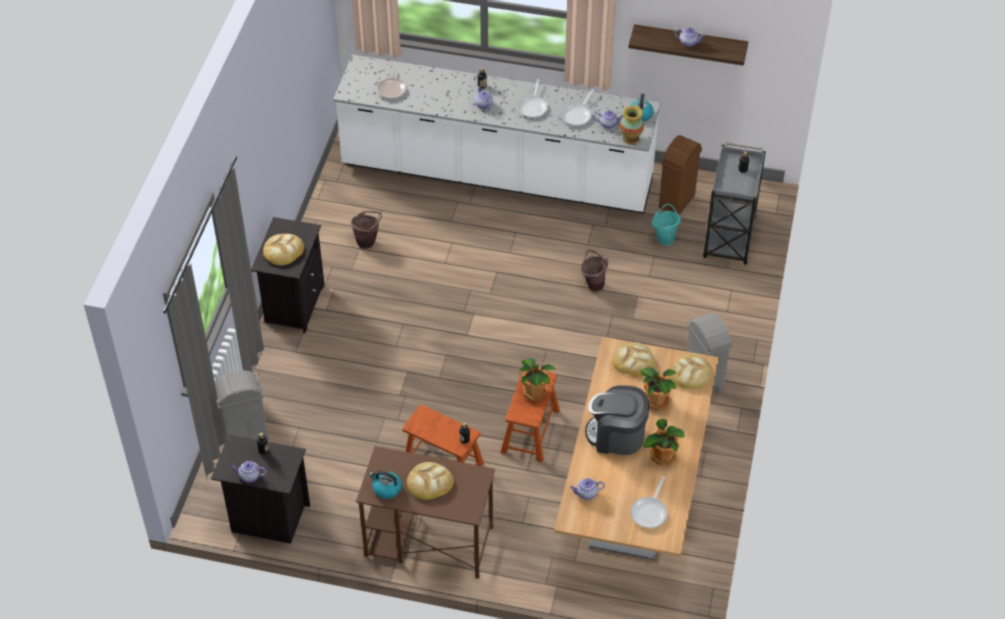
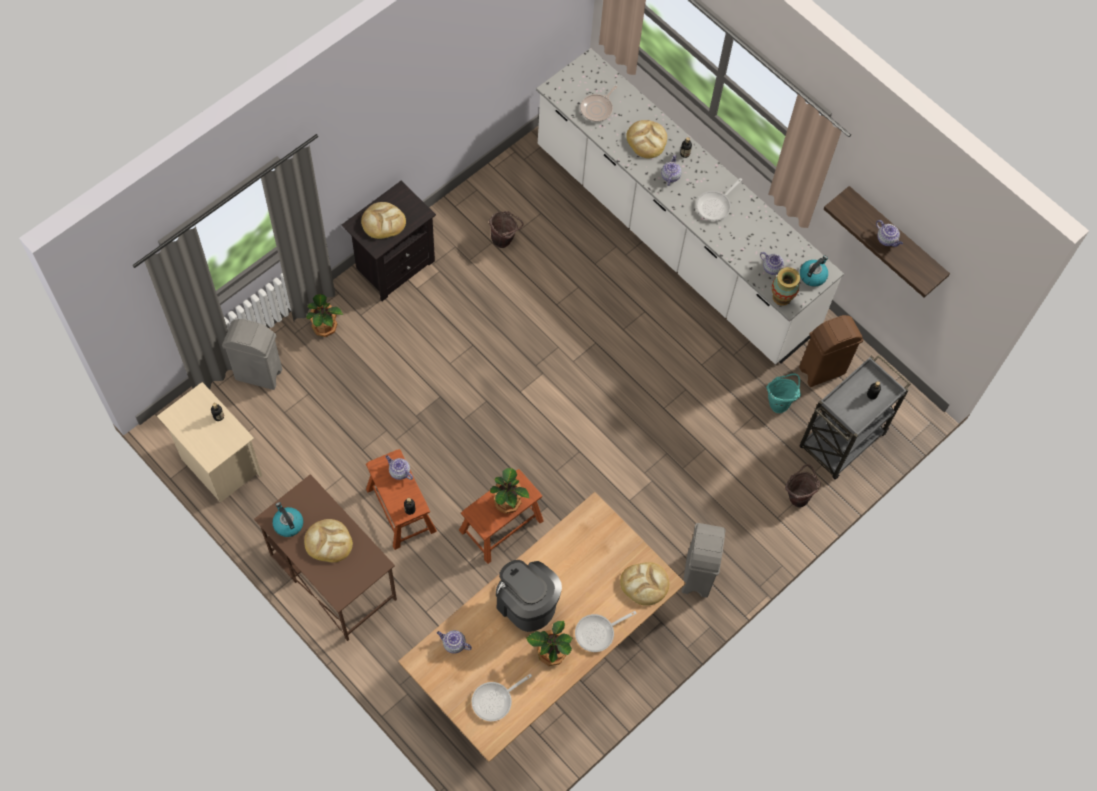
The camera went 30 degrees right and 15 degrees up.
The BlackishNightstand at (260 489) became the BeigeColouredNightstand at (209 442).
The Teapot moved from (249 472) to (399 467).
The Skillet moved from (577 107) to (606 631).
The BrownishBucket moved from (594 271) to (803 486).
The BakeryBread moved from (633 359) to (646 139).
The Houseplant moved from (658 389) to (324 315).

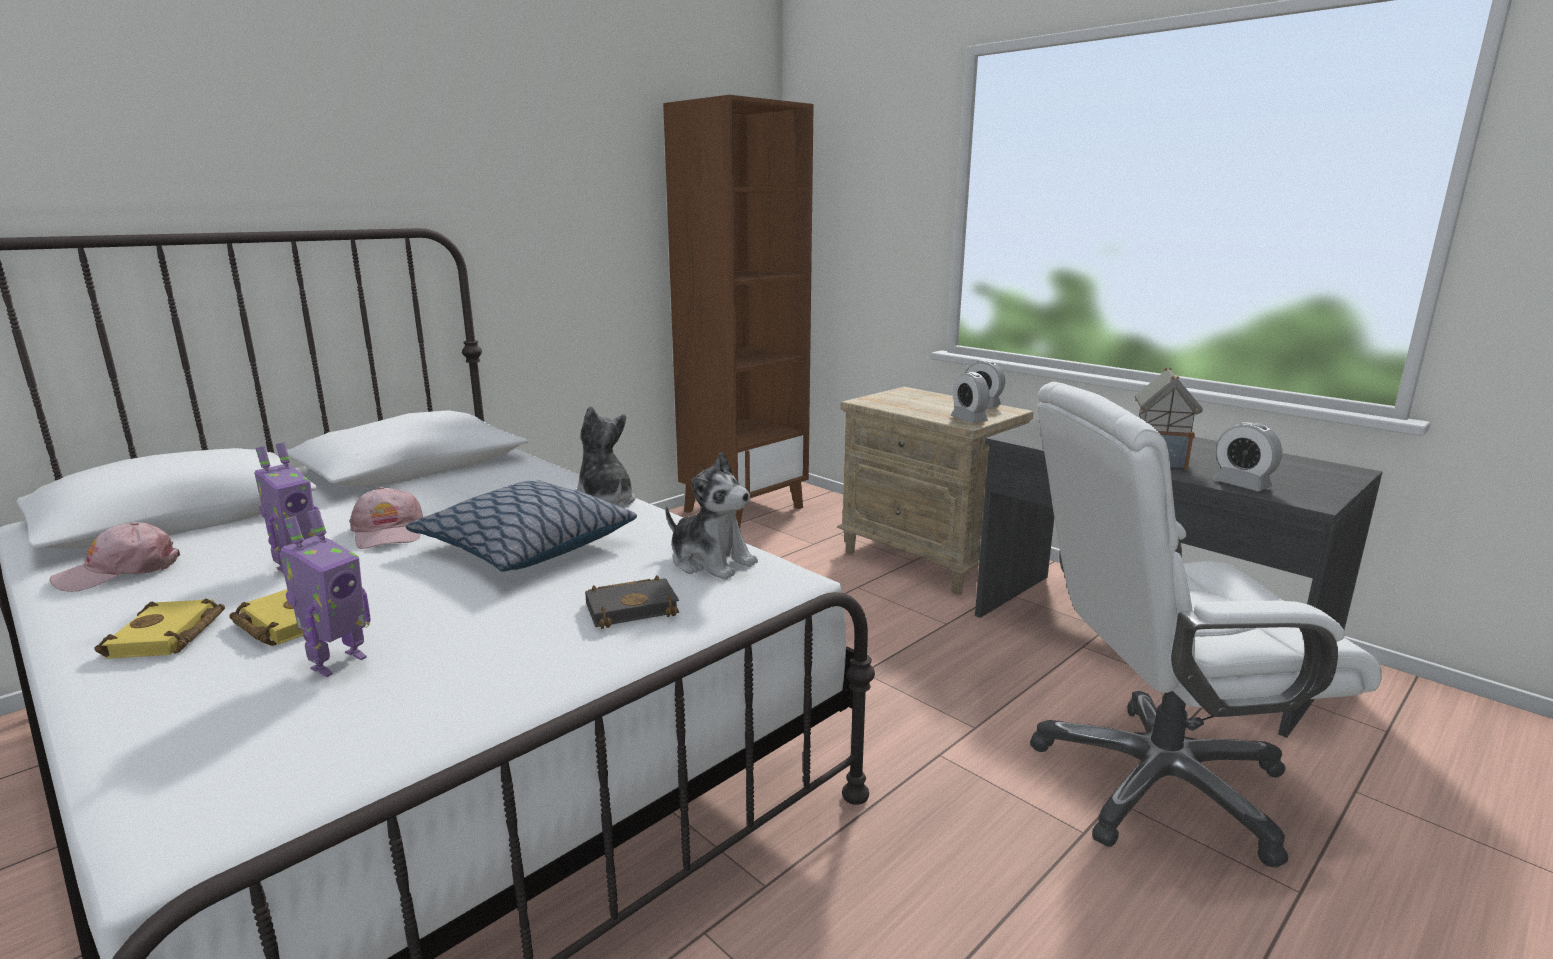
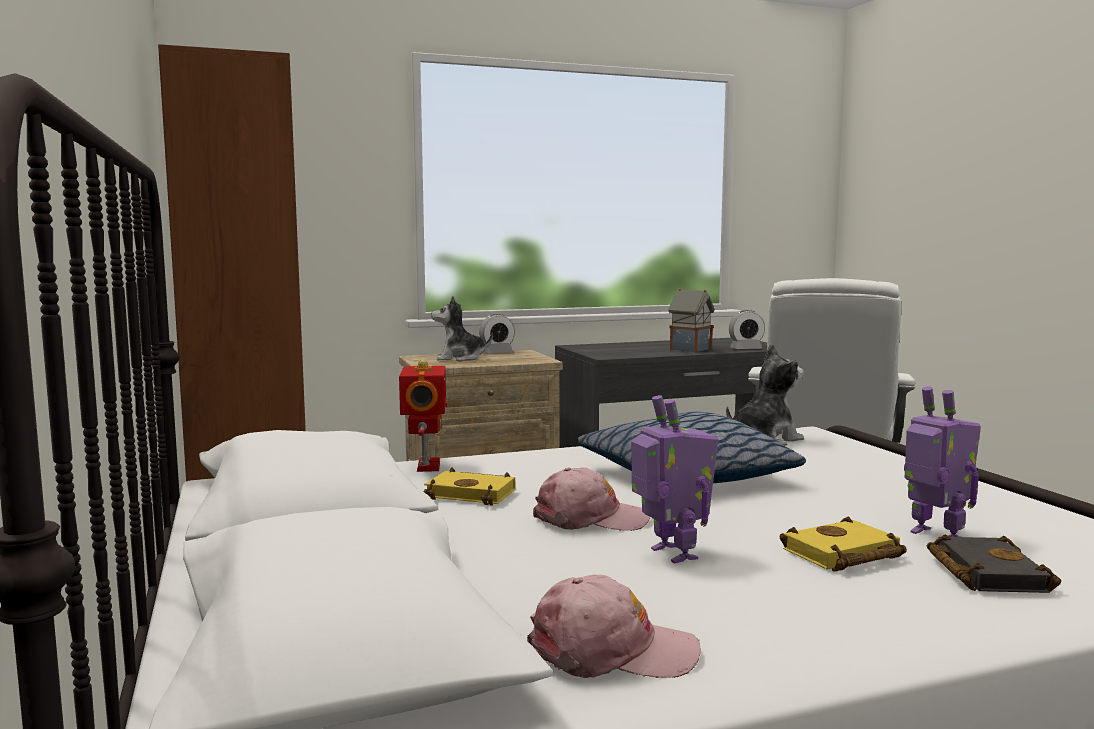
The camera went 65 degrees left and 10 degrees down.
The PinkPeakedCap at (114 557) turned 75 degrees counterclockwise.
The YellowishVolume moved from (159 629) to (469 486).
The SoftToy moved from (605 455) to (462 328).
The BlackishVolume moved from (632 602) to (994 564).
The TableClock at (970 397) disappeared.
The RobotFigure at (423 415) appeared.

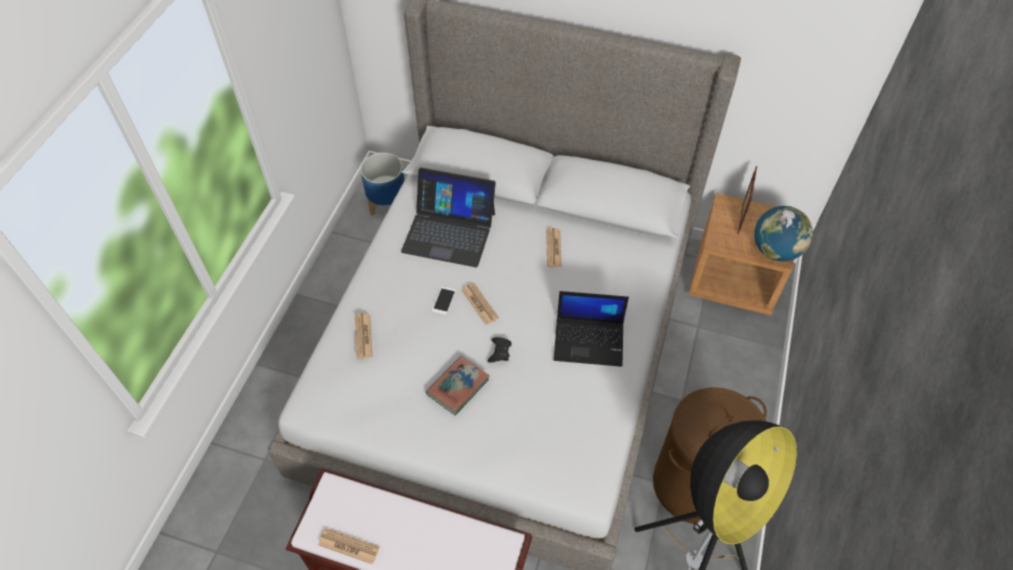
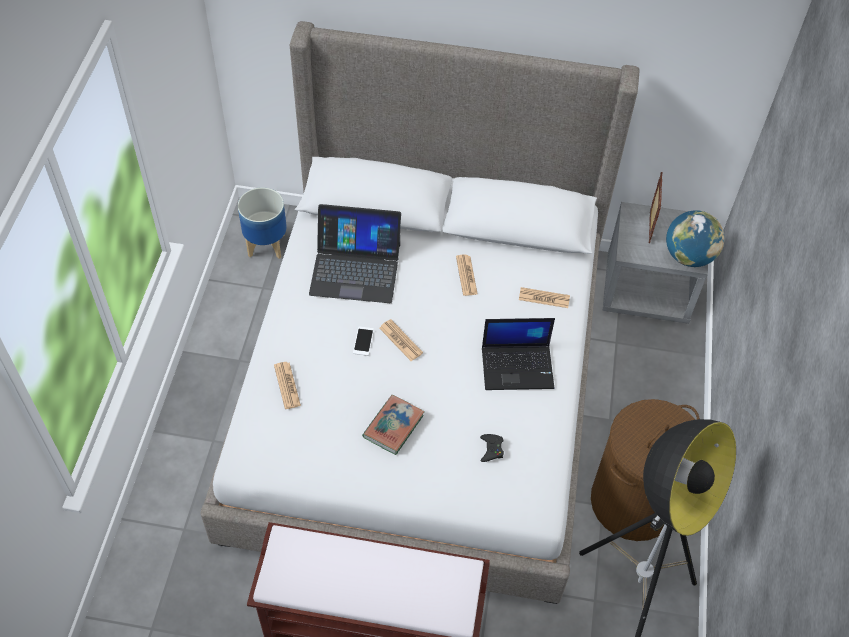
The camera went 10 degrees left and 0 degrees up.
The DailyPaper moved from (349 546) to (544 297).
The BlackishGamepad moved from (499 349) to (492 448).
The BrownishNightstand at (741 254) became the GreyishNightstand at (655 263).

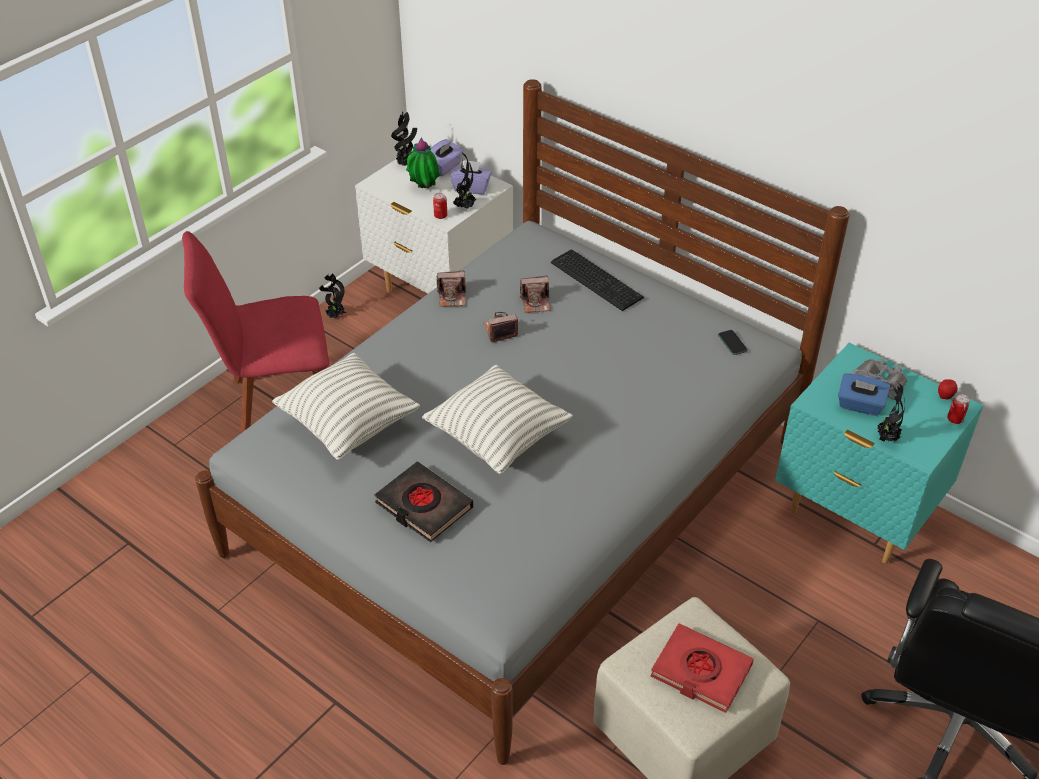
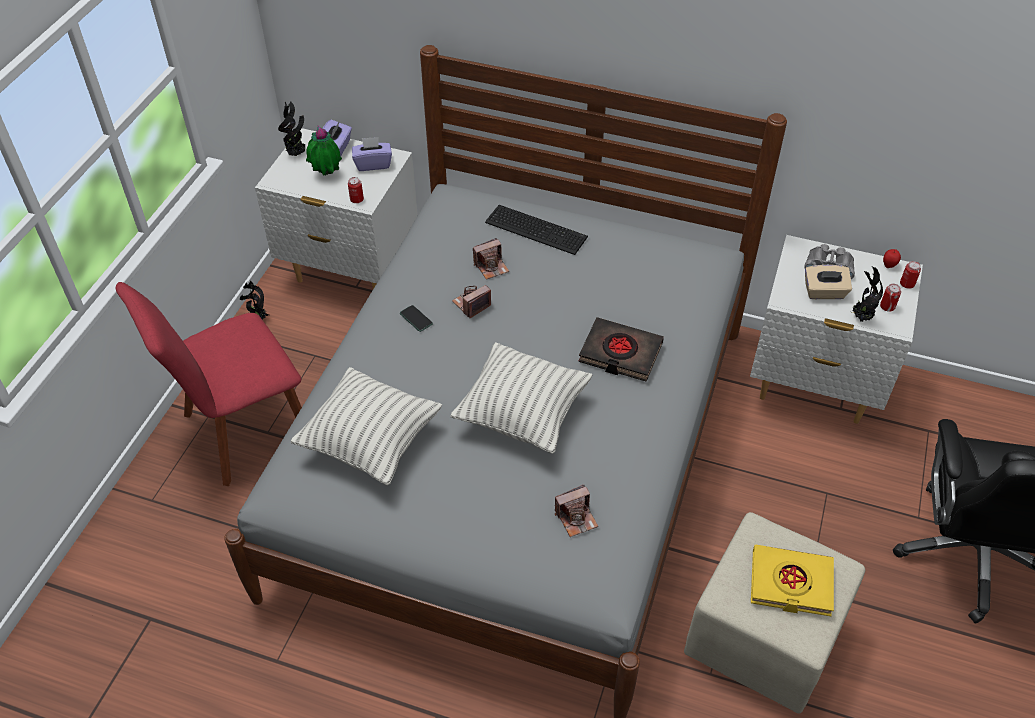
The camera went 20 degrees left and 5 degrees up.
The BlackishVolume moved from (423 502) to (621 349).
The StillCamera moved from (451 289) to (576 510).
The Houseplant at (464 181) disappeared.
The RedVolume at (702 668) became the YellowishVolume at (792 580).
The Phone moved from (733 342) to (416 318).
The BlueGreenNightstand at (879 453) became the WhiteNightstand at (836 329).
The BlueColouredTissueHolder at (864 394) became the BeigeColouredTissueHolder at (828 282).
The SealedCan at (890 298) appeared.

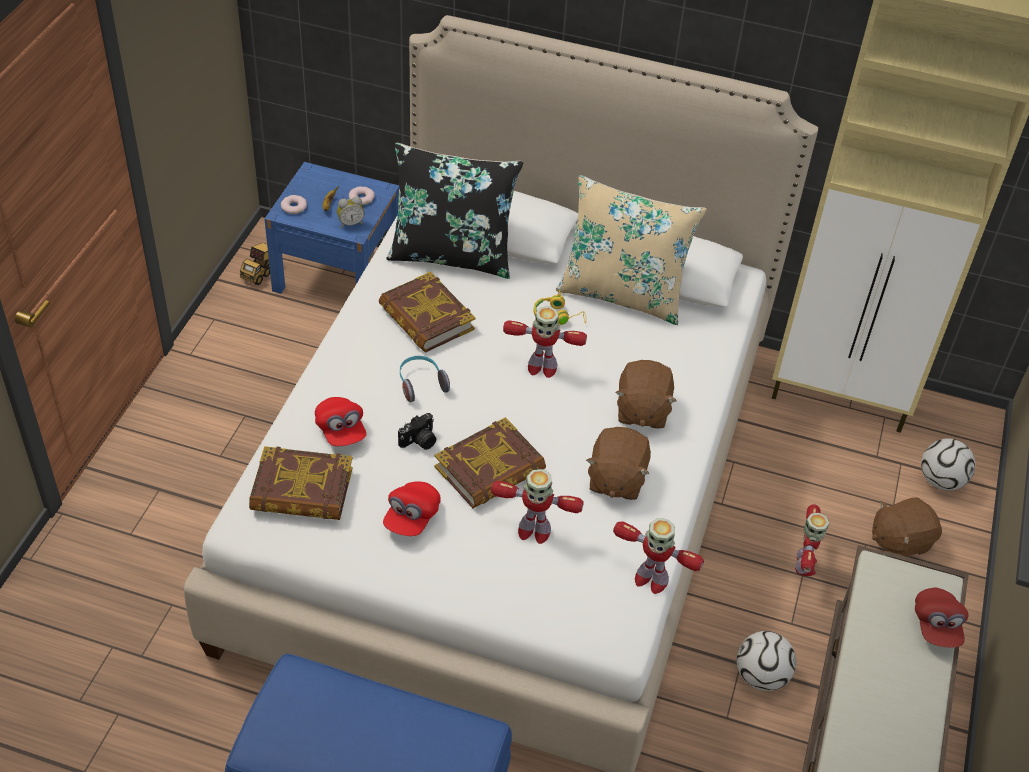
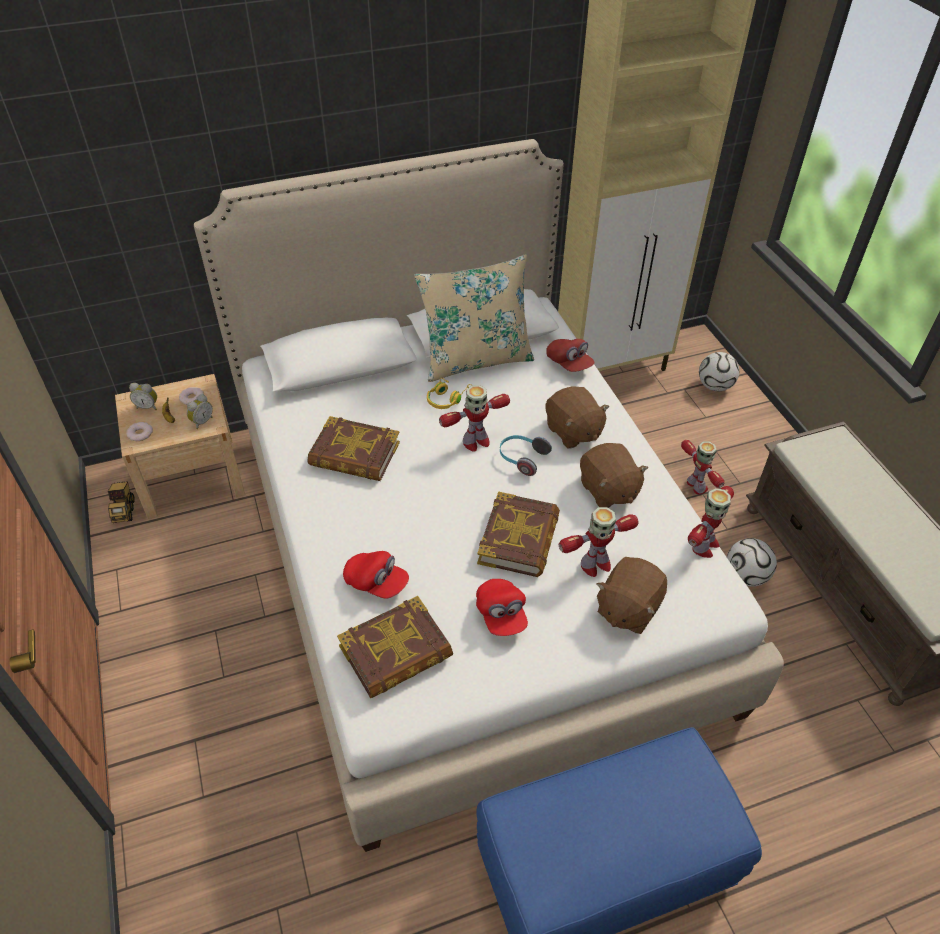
The camera went 35 degrees left and 0 degrees up.
The BlueColouredNightstand at (331 228) became the BeigeColouredNightstand at (180 446).
The BlackishPillow at (454 211) disappeared.
The StillCamera at (417 431) disappeared.
The PairOfHeadphones moved from (425 379) to (526 455).
The RobotFigure at (658 556) turned 45 degrees counterclockwise.
The BrownishSoftToy moved from (907 527) to (631 595).
The RedPeakedCap moved from (942 618) to (570 355).
The TableClock at (143 396) appeared.

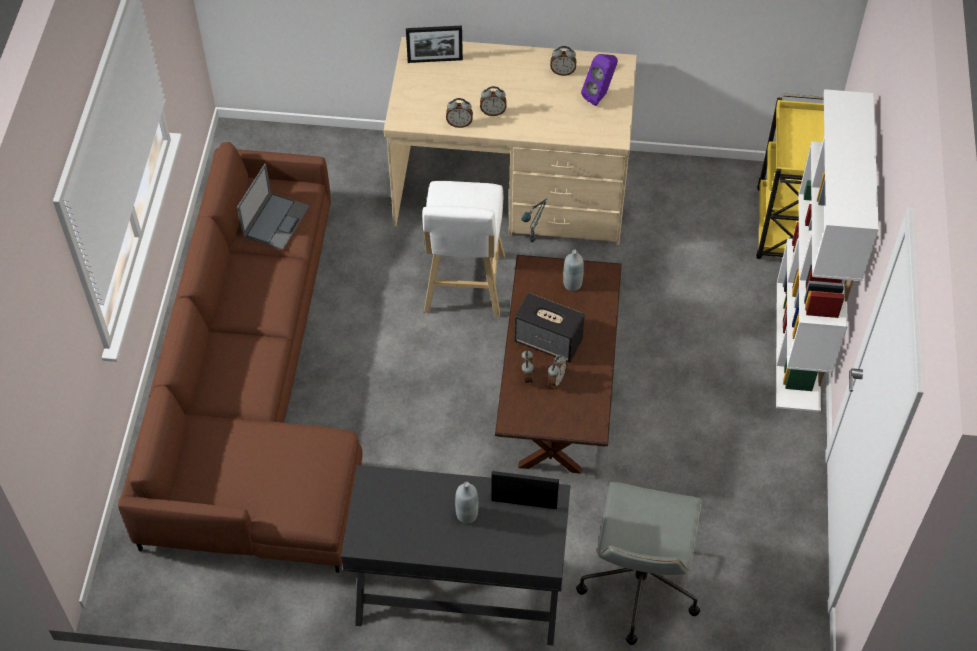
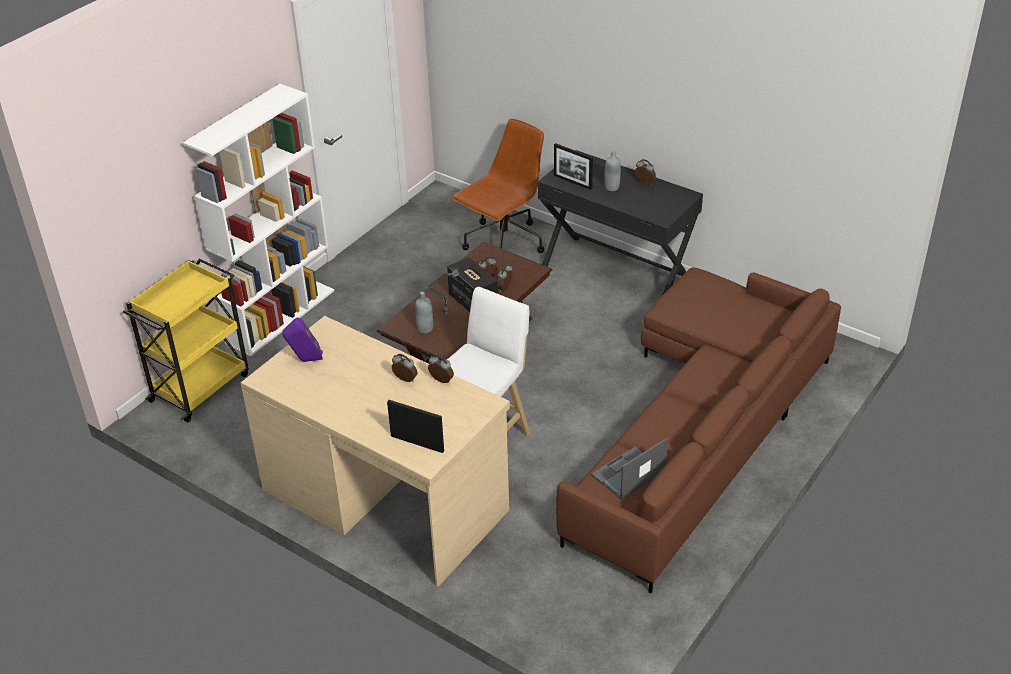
The camera went 150 degrees left and 15 degrees down.
The TableClock moved from (563 61) to (645 172).
The GreyishComputerChair at (639 563) became the BrownishComputerChair at (498 186).

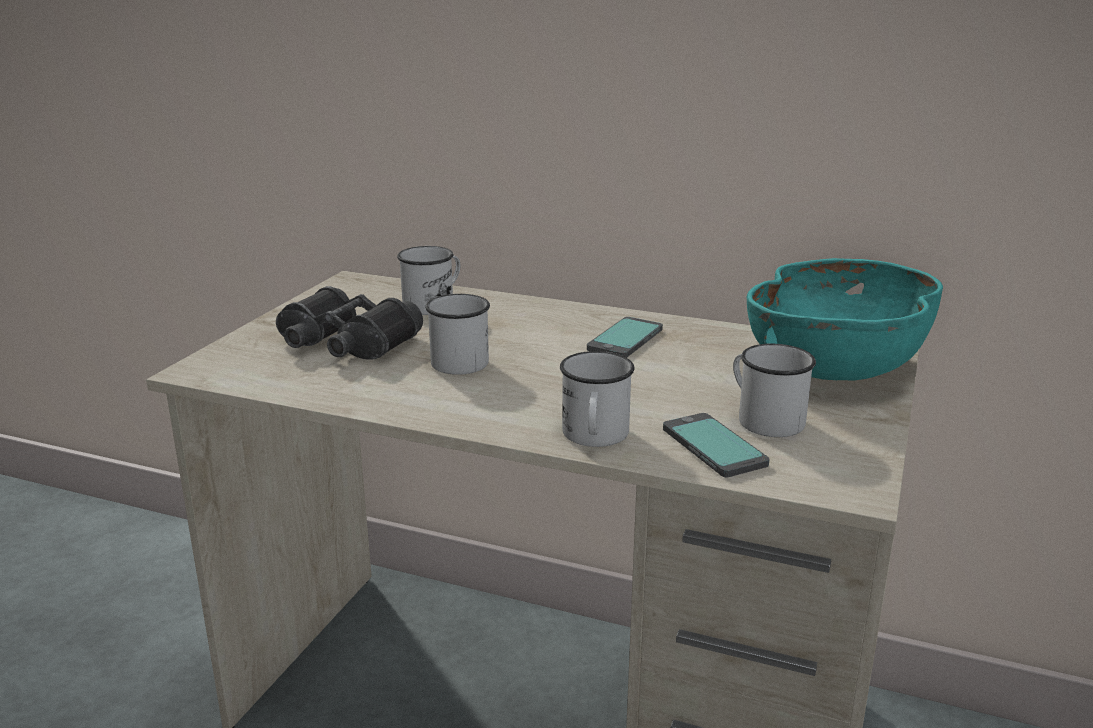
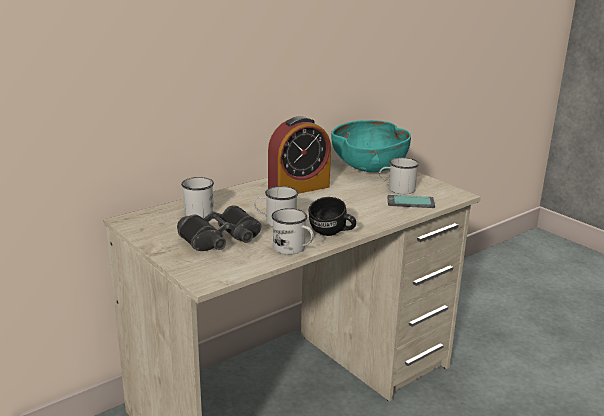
The camera went 60 degrees left and 0 degrees up.
The WhiteCoffeeMug moved from (597 399) to (293 231).
The Phone at (625 337) was replaced by the TableClock at (299 155).
The BlackishCoffeeMug at (332 216) appeared.

